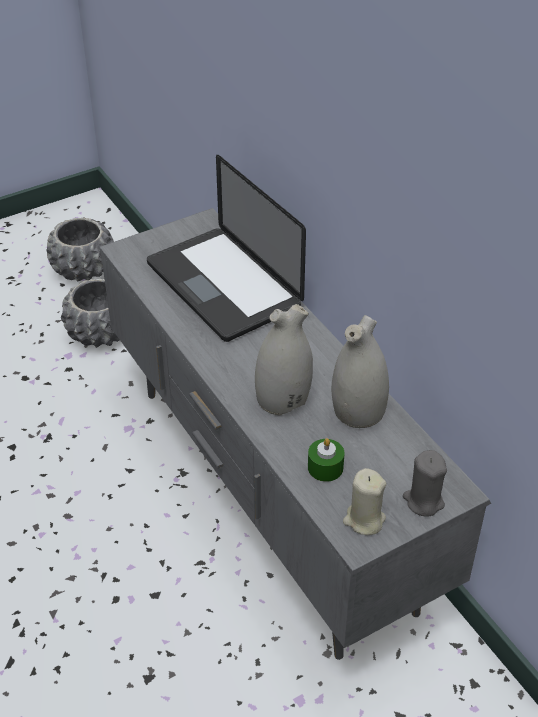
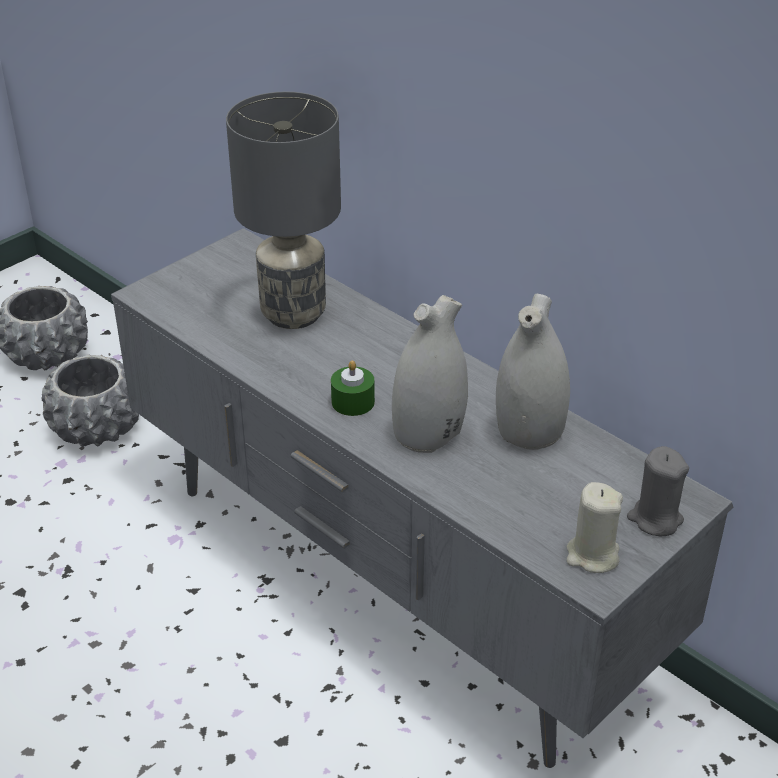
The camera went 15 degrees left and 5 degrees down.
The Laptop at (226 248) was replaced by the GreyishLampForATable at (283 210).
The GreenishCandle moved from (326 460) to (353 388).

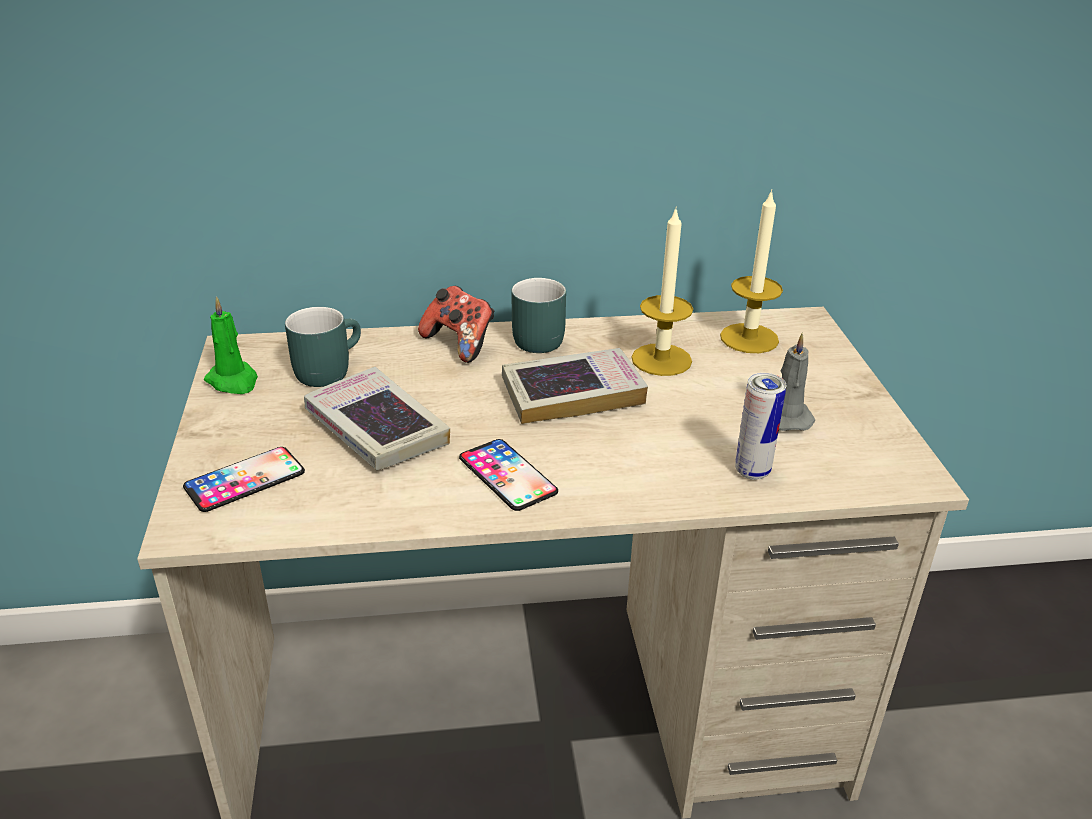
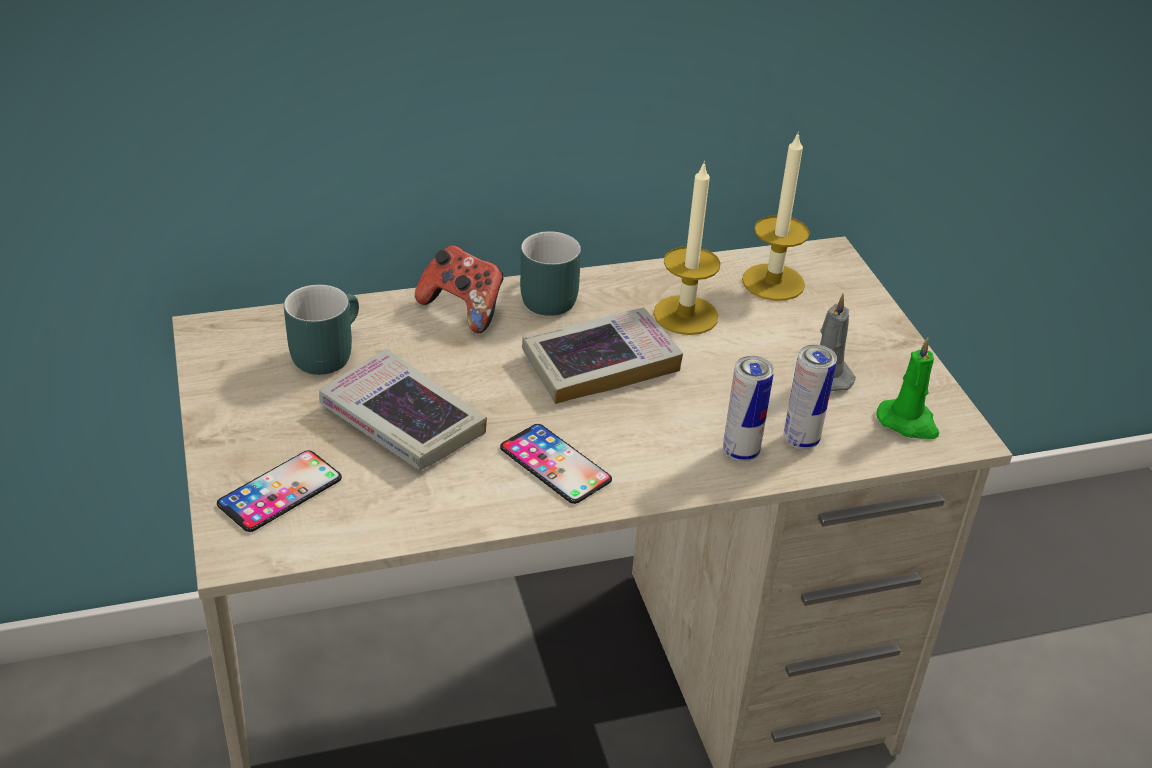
The camera went 10 degrees left and 5 degrees up.
The GreenishCandle moved from (231 345) to (907 388).
The SealedCan at (748 409) appeared.

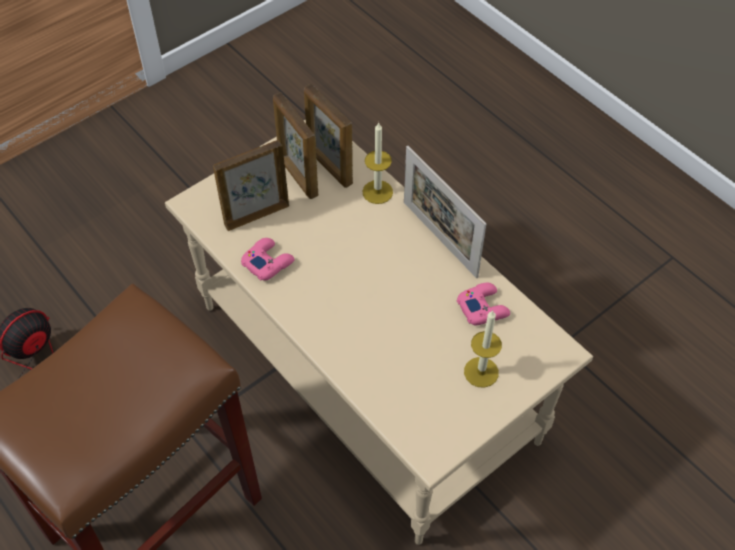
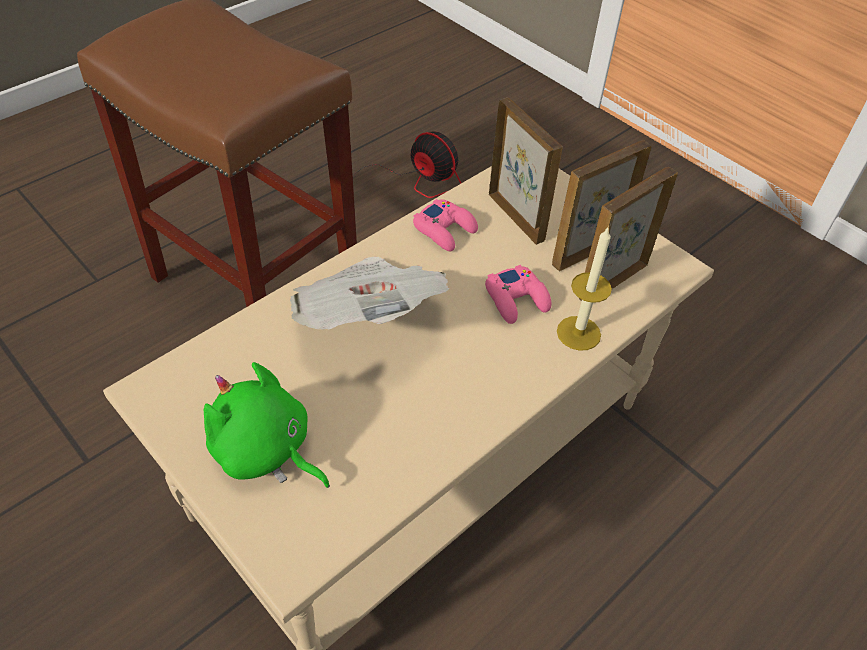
The camera went 85 degrees right and 5 degrees down.
The StandingFrame at (445 212) disappeared.
The PinkGamepad moved from (483 304) to (518 294).
The Candle at (483 349) was replaced by the GreenishSoftToy at (267 425).
The DailyPaper at (369 293) appeared.

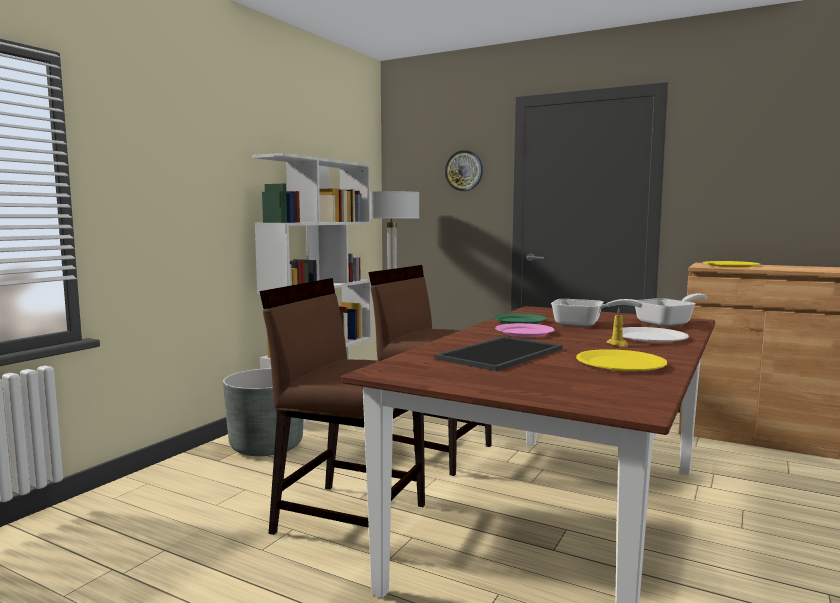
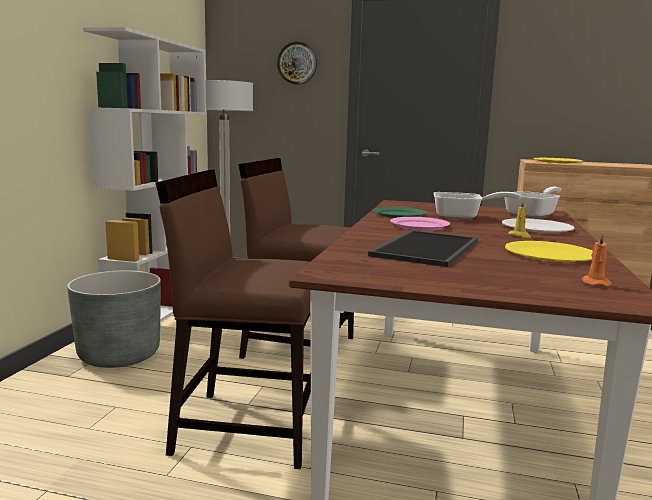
The camera went 15 degrees left and 5 degrees up.
The OrangeColouredCandle at (596 259) appeared.

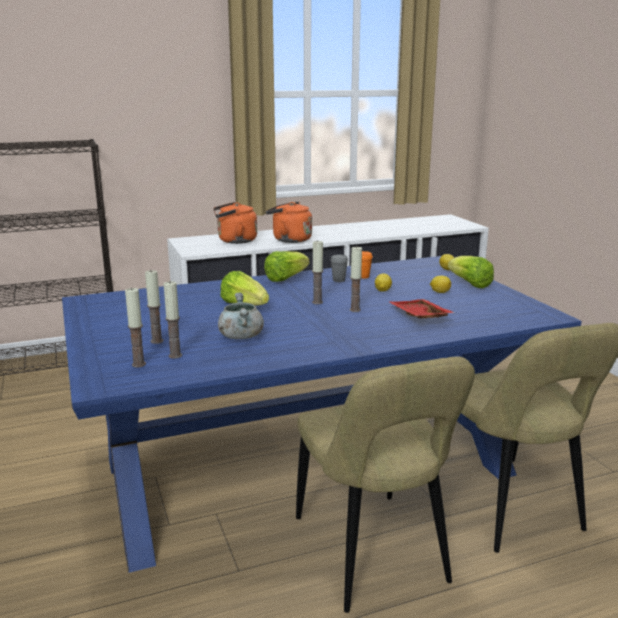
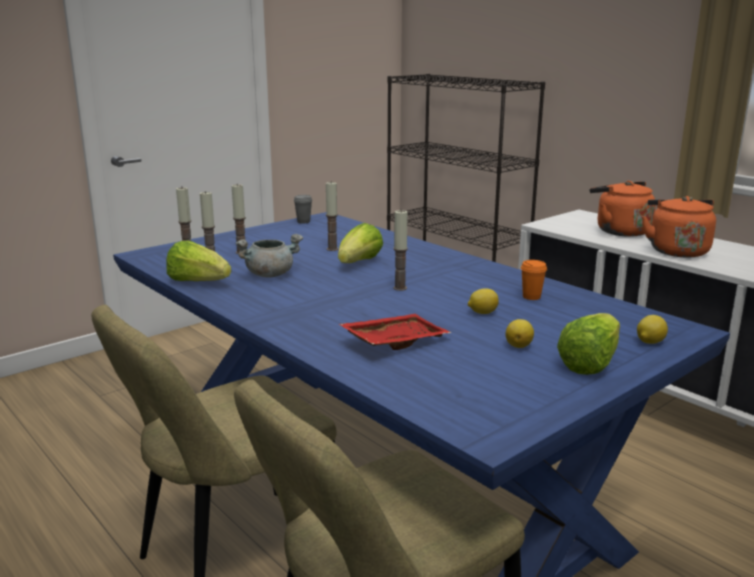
The camera went 70 degrees right and 0 degrees up.
The LettuceHead moved from (287 266) to (198 261).
The GreyishSmallCup moved from (339 268) to (303 209).
The Candle moved from (356 279) to (332 216).

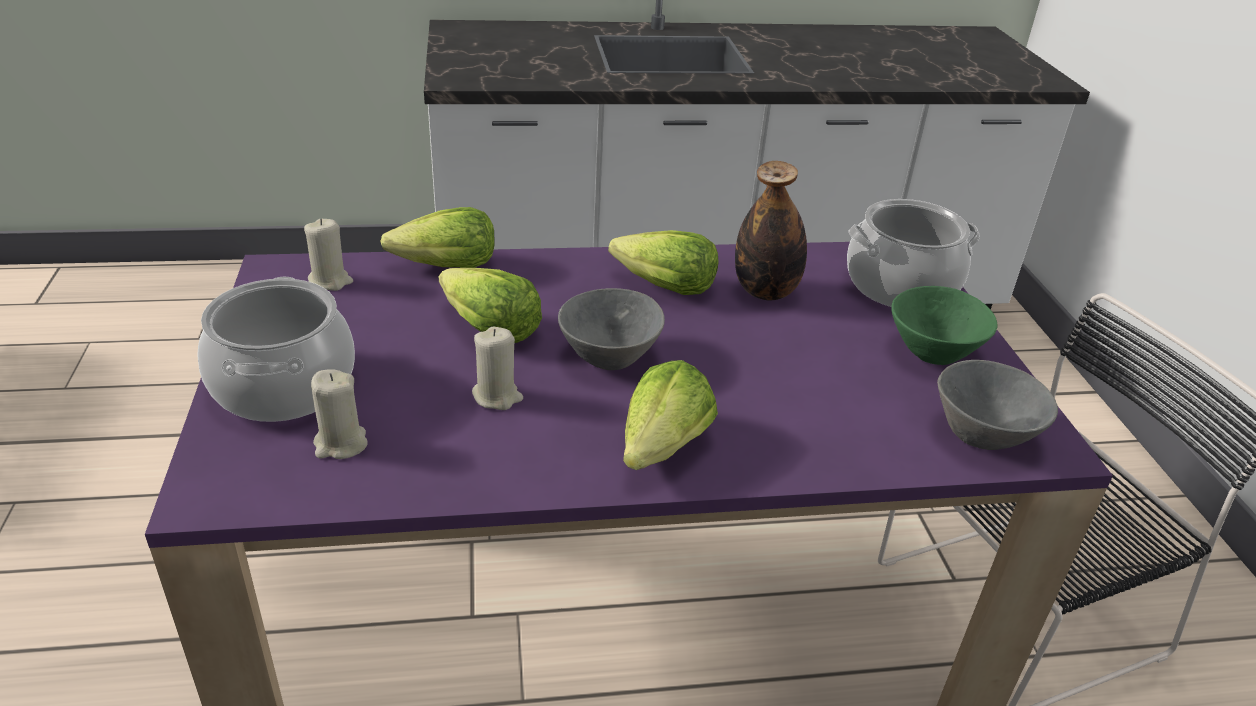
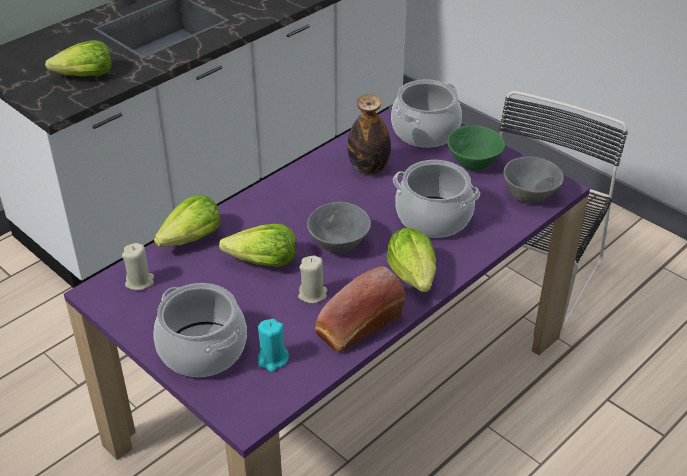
The camera went 35 degrees left and 5 degrees up.
The BeigeColouredCandle at (339 414) became the BlueGreenCandle at (273 345).
The LettuceHead moved from (663 262) to (78 58).
The BakeryBread at (360 309) appeared.
The Stockpot at (436 199) appeared.

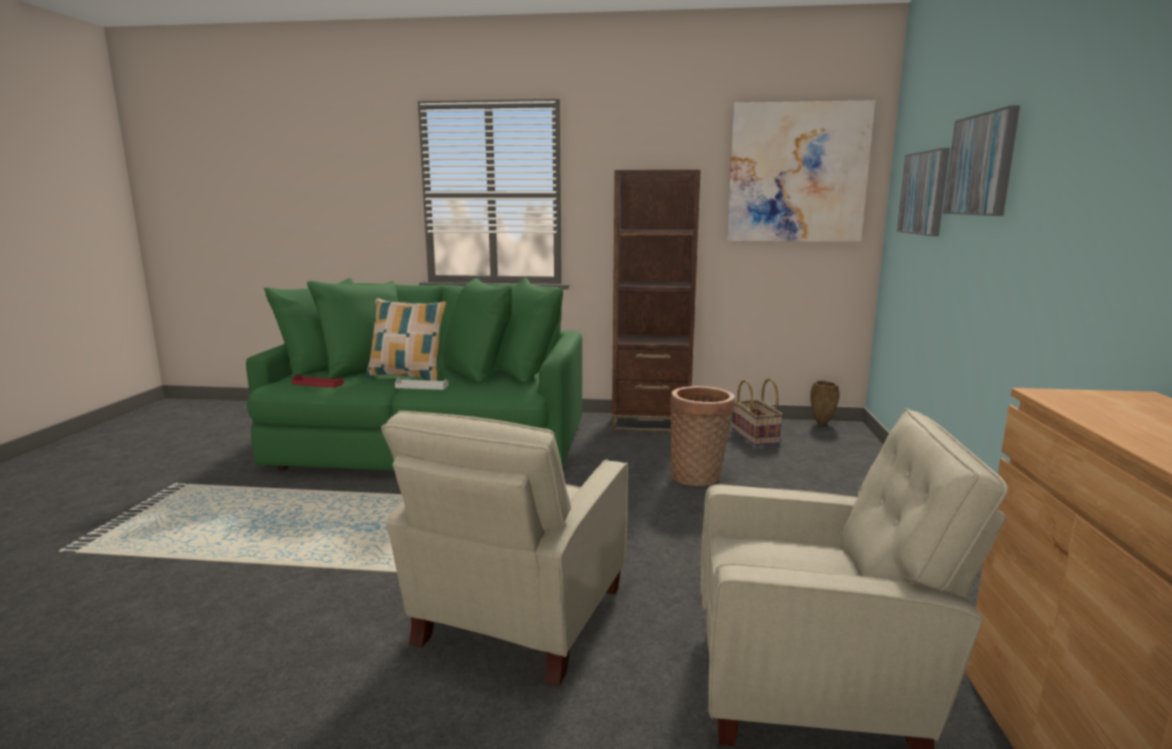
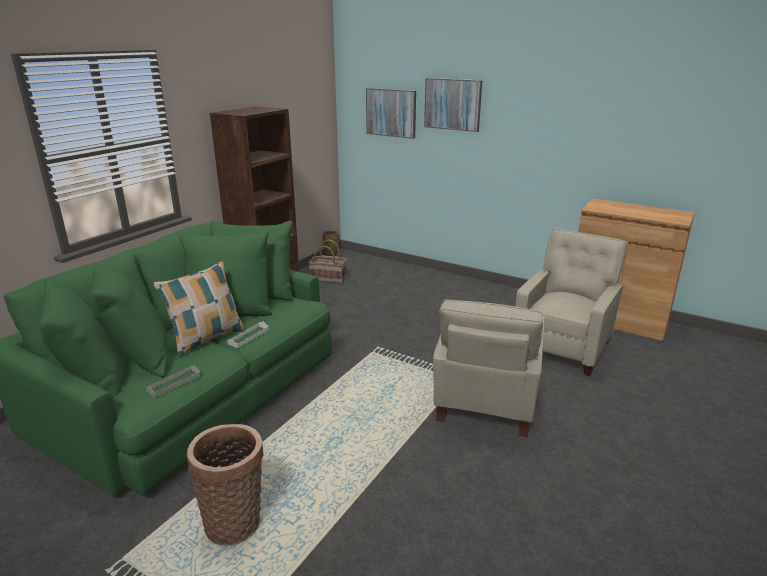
The camera went 65 degrees left and 10 degrees up.
The RedServingTray at (318 381) became the GreyishServingTray at (173 381).
The BeigeColouredLoungeChair at (504 548) turned 60 degrees clockwise.
The Basket moved from (702 436) to (225 485).
The WallArt at (800 171) disappeared.

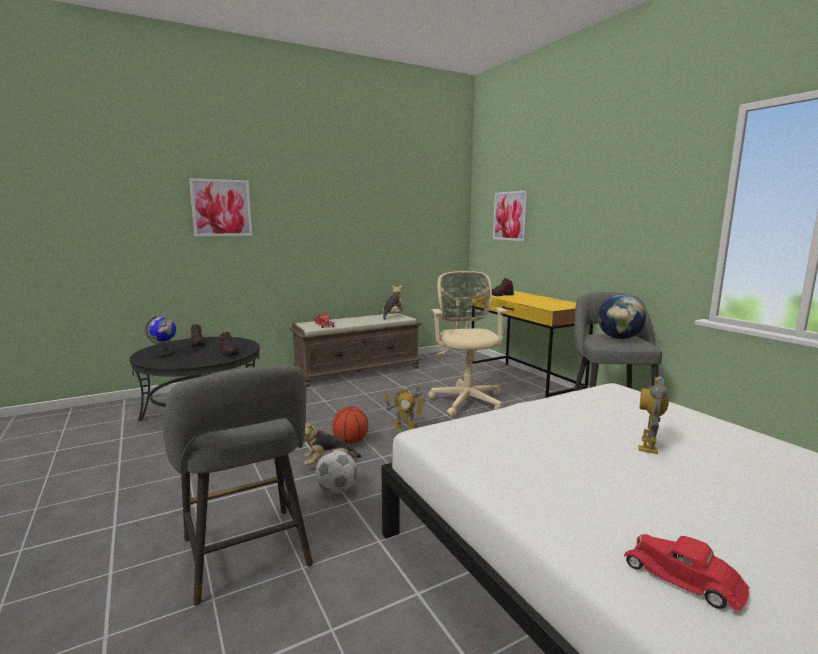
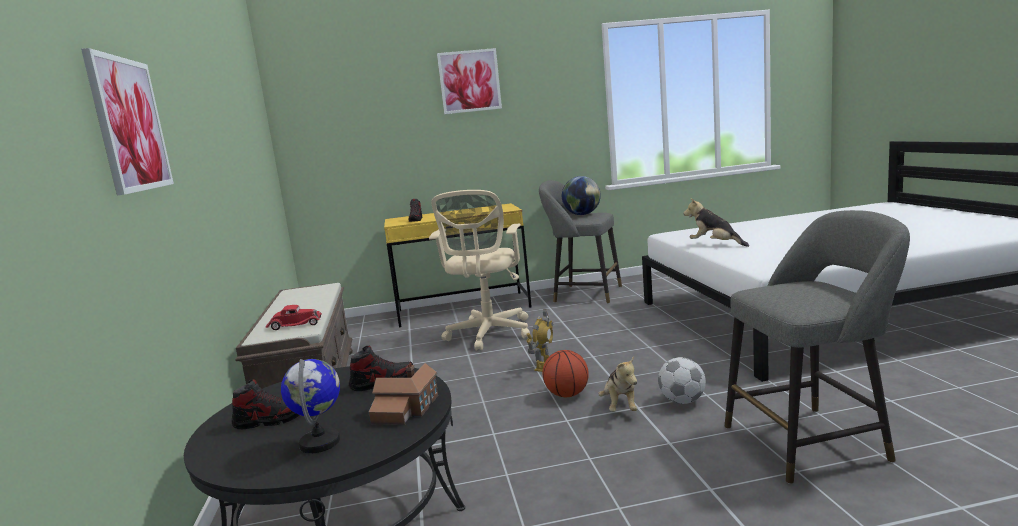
The camera went 70 degrees left and 0 degrees up.
The SoftToy moved from (394 302) to (716 222).
The BeigeColouredComputerChair at (468 344) turned 90 degrees counterclockwise.
The WallArt moved from (510 215) to (469 81).
The RedToyCar at (687 572) disappeared.
The RobotFigure at (653 415) disappeared.
The ModelHouse at (403 394) appeared.

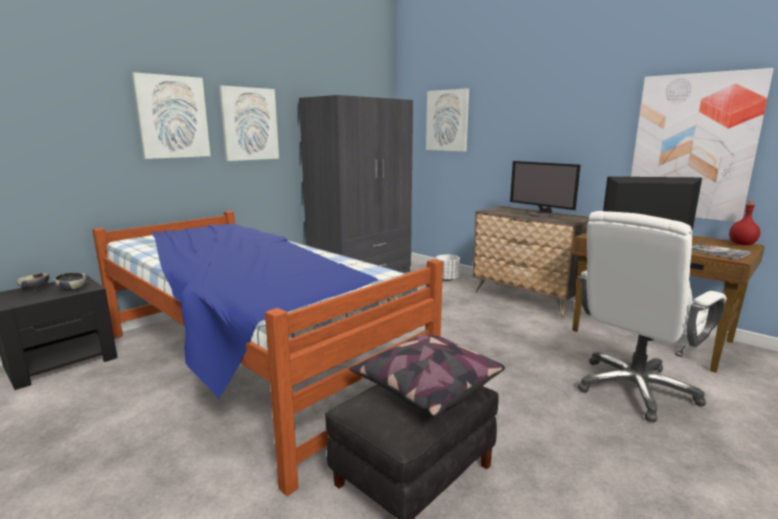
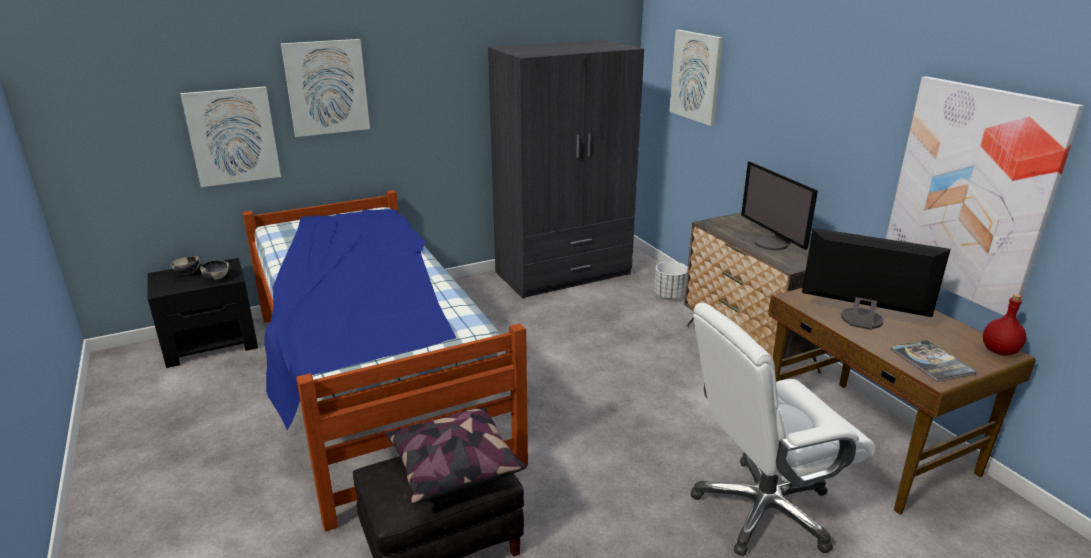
The camera went 20 degrees right and 10 degrees up.
The WallArt moved from (249 123) to (230 136).

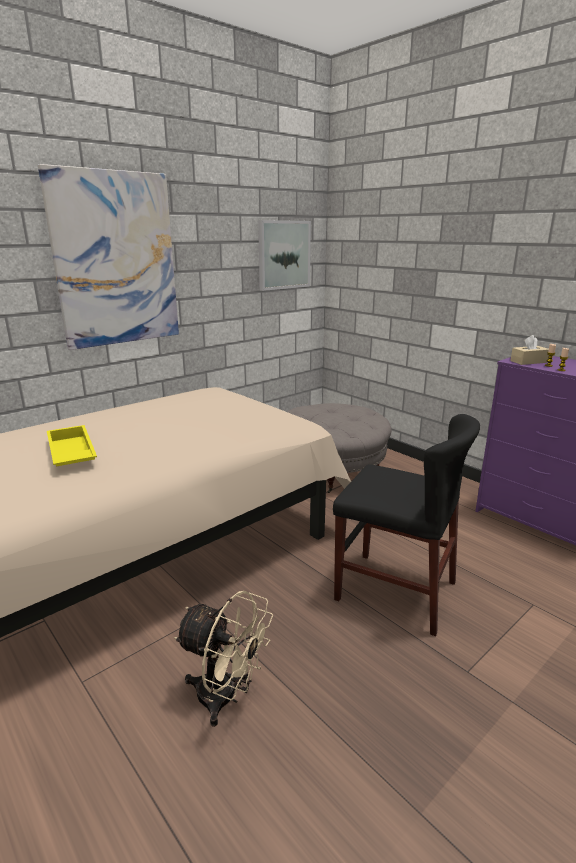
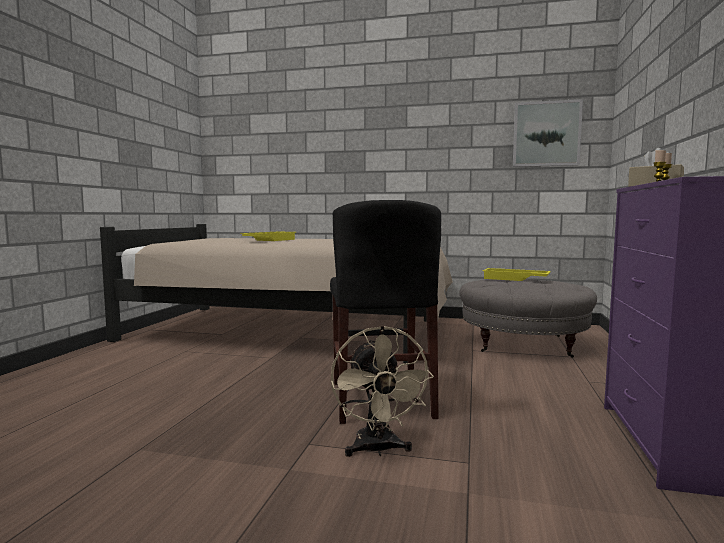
The camera went 55 degrees right and 15 degrees down.
The WallArt at (108 257) disappeared.
The BeigeColouredFan moved from (223 659) to (382 391).
The YellowishServingTray at (517 274) appeared.

